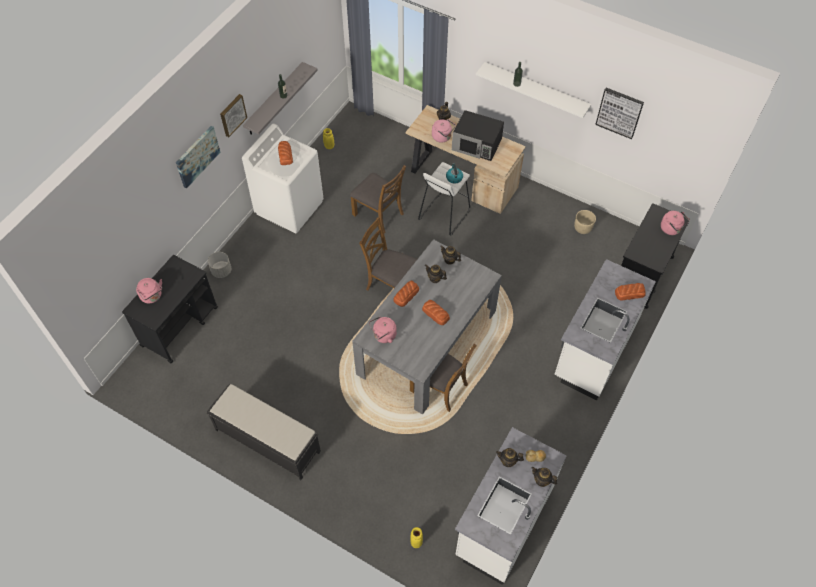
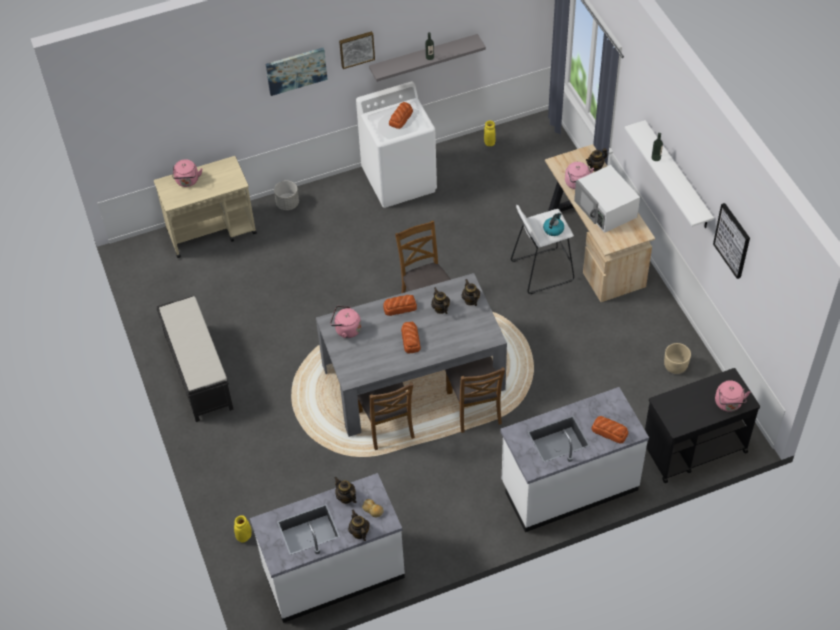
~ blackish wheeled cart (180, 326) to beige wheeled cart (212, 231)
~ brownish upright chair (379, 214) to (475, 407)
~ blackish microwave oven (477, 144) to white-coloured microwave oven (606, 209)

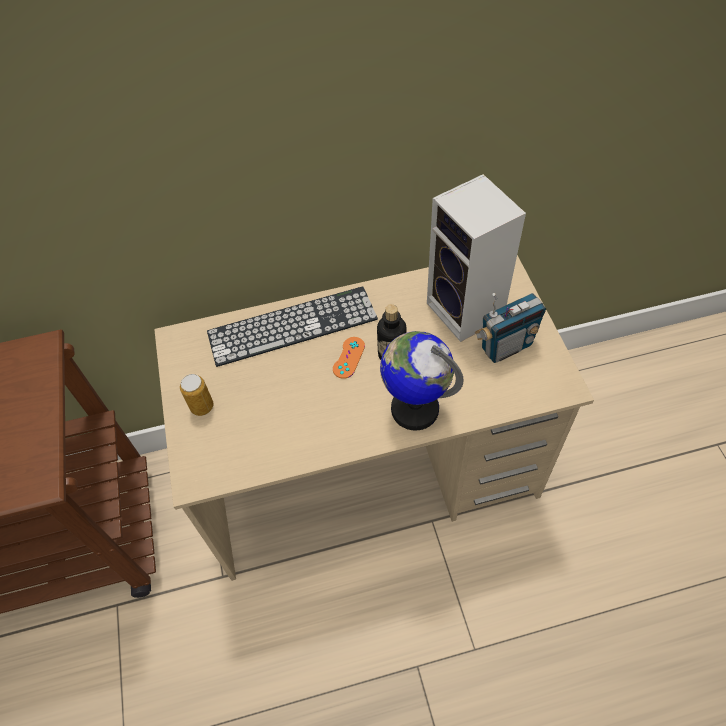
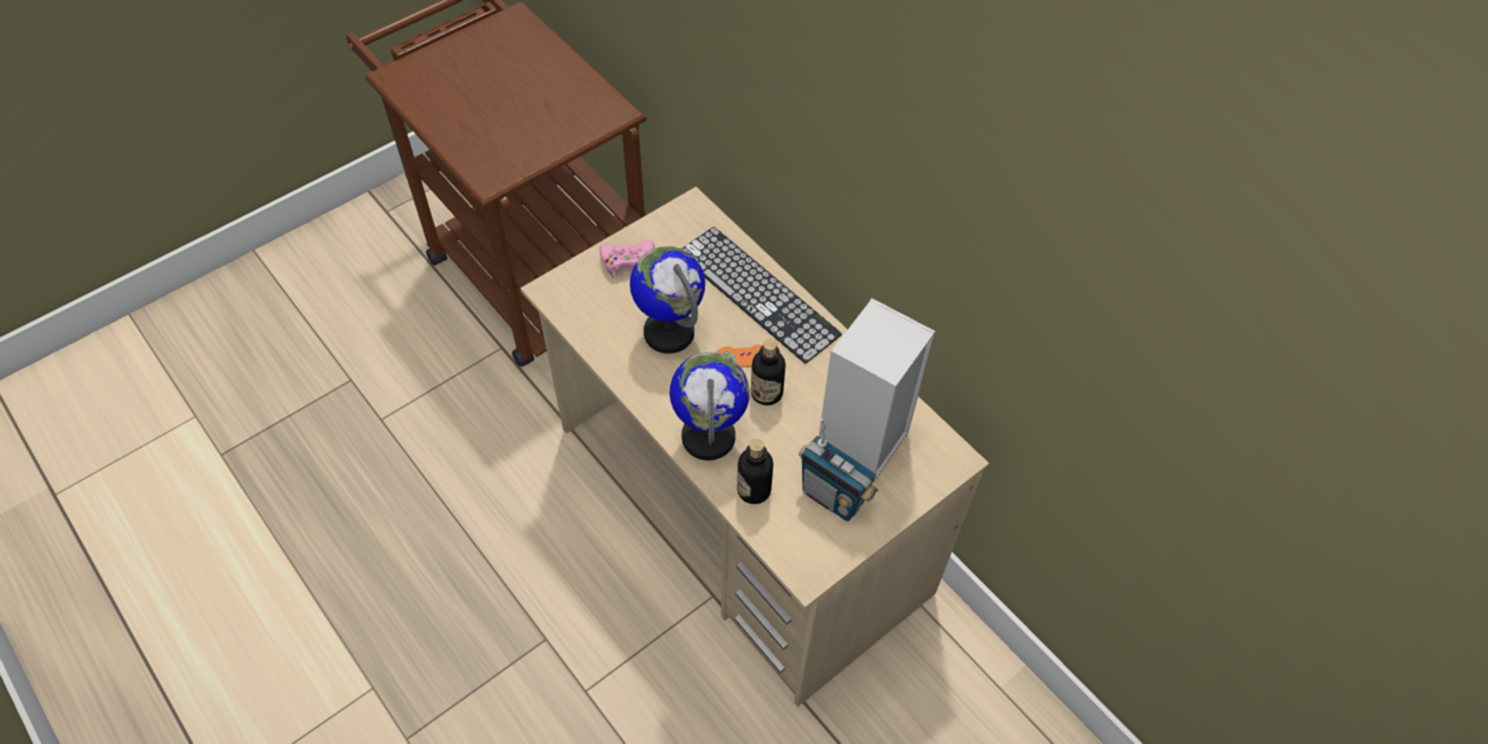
~ sealed can (202, 406) to pink game controller (628, 262)
+ globe (669, 332)
+ bottle (754, 490)

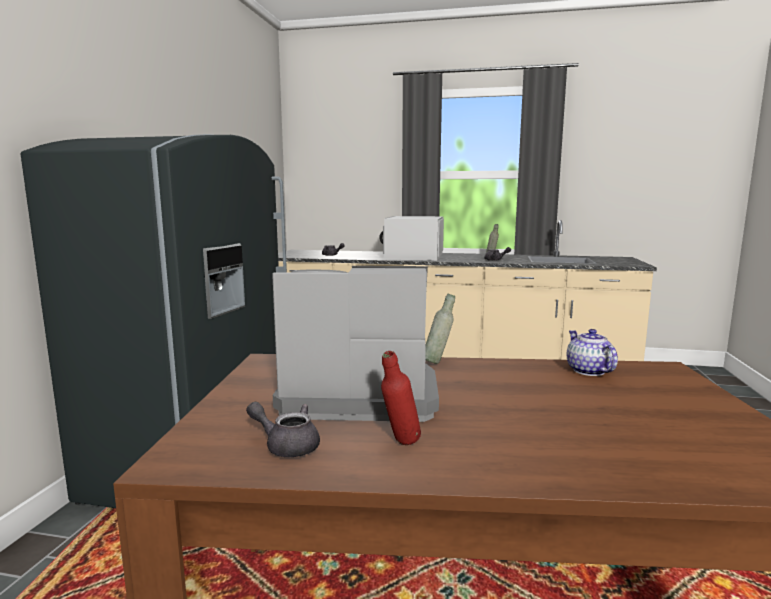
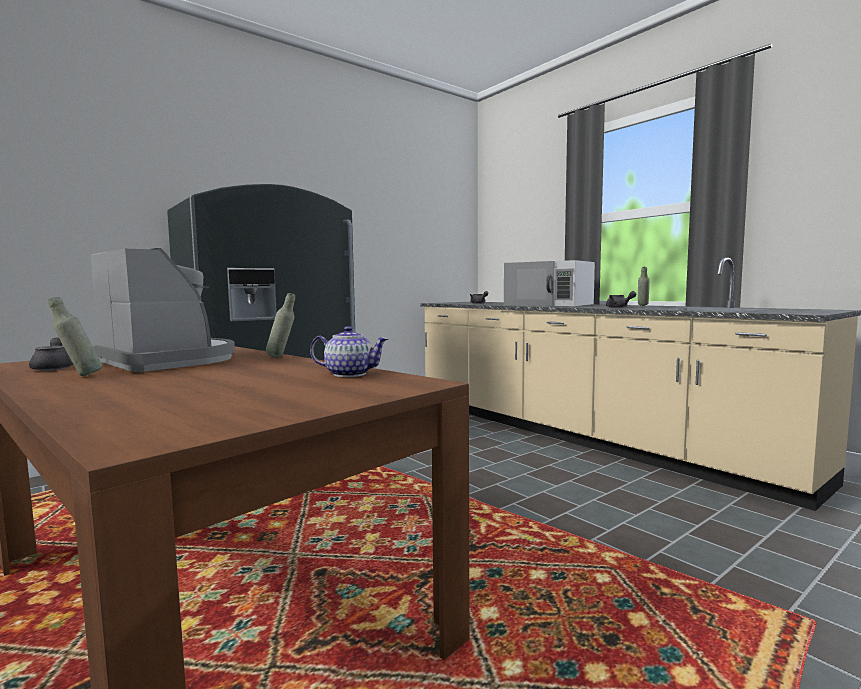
~ white-coloured microwave oven (413, 256) = (549, 304) 105 degrees counterclockwise
~ reddish bottle (400, 446) to grey bottle (79, 376)
~ teapot (588, 371) = (349, 374) 75 degrees clockwise

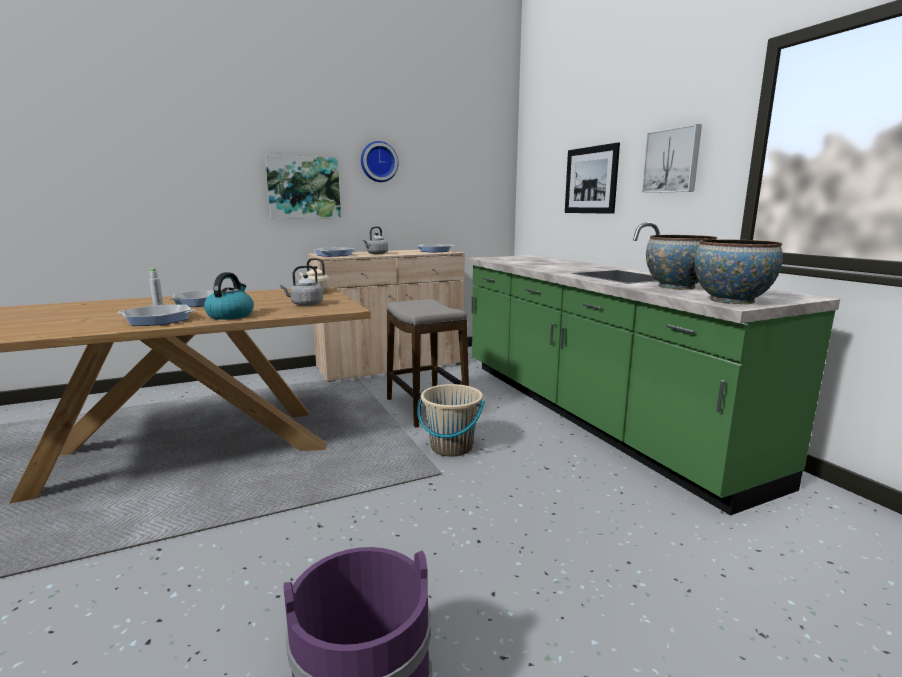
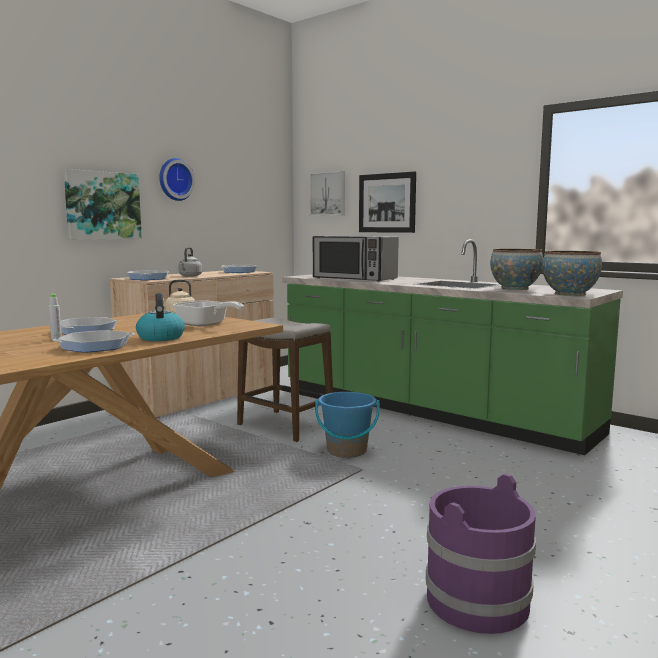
~ grey tea kettle (305, 304) to skillet (205, 325)
~ beige water bucket (451, 447) to blue water bucket (346, 450)
~ picture (672, 161) to (328, 194)
+ microwave oven (354, 278)

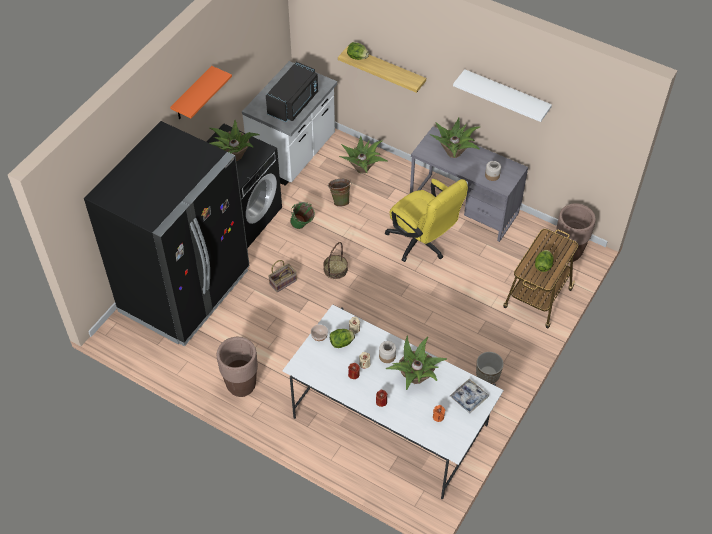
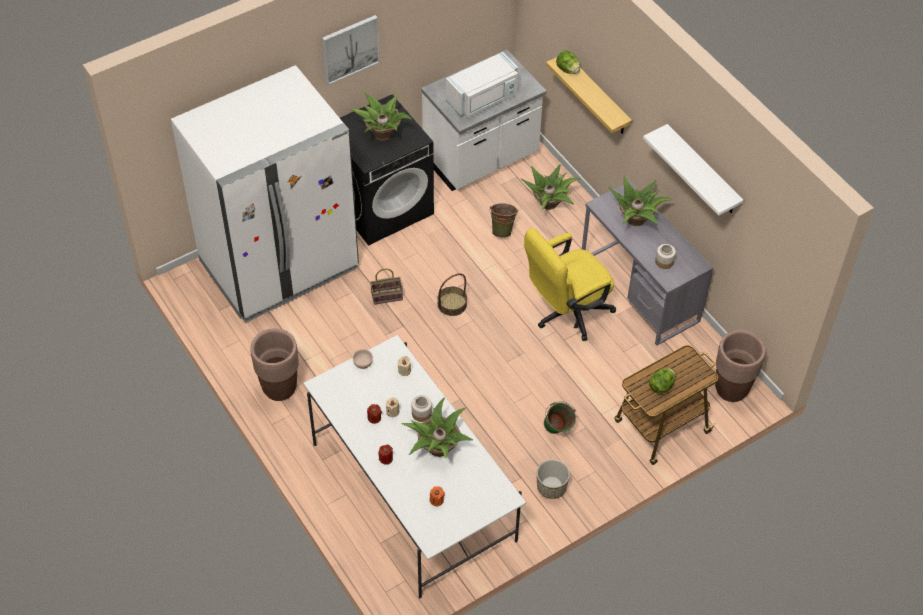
~ blackish fridge (185, 291) to white-coloured fridge (279, 266)
~ orange-coloured bracket shelf (192, 94) to picture (350, 49)
~ blackish microwave oven (294, 103) to white-coloured microwave oven (483, 99)
~ green water bucket (302, 226) to (557, 431)
- lettuce head (341, 343)
~ yellow-coloured desk chair (422, 243) = (566, 313) 75 degrees clockwise
- tray (469, 398)

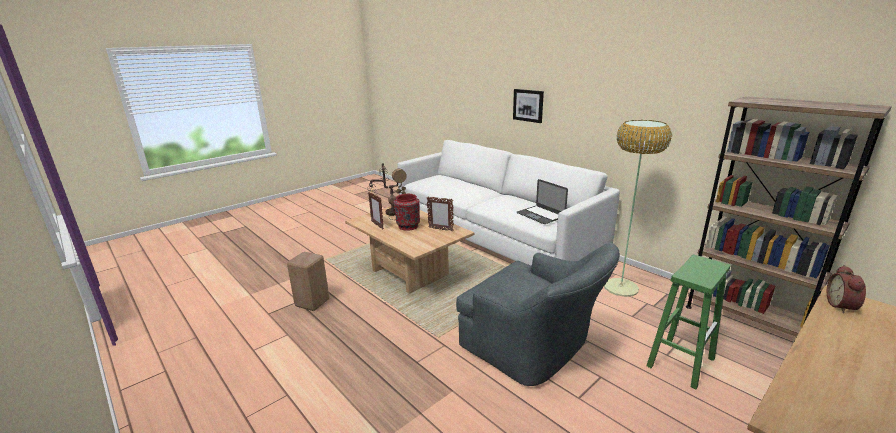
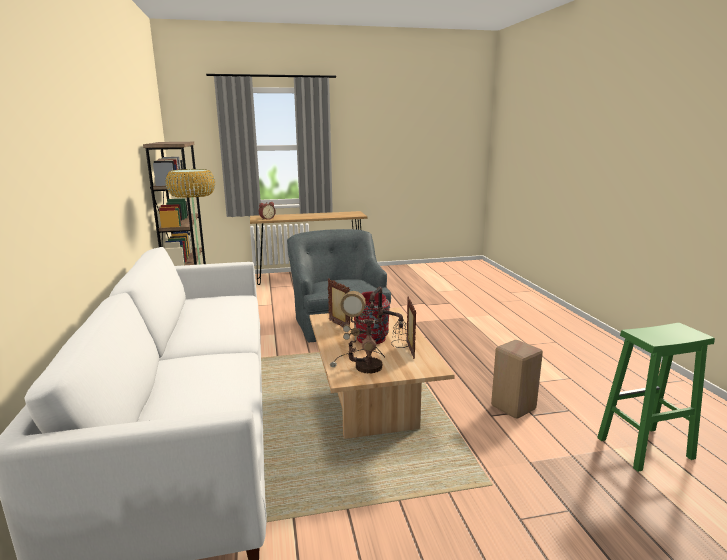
- picture (528, 105)
- portable computer (540, 215)
~ green stool (681, 361) to (643, 448)

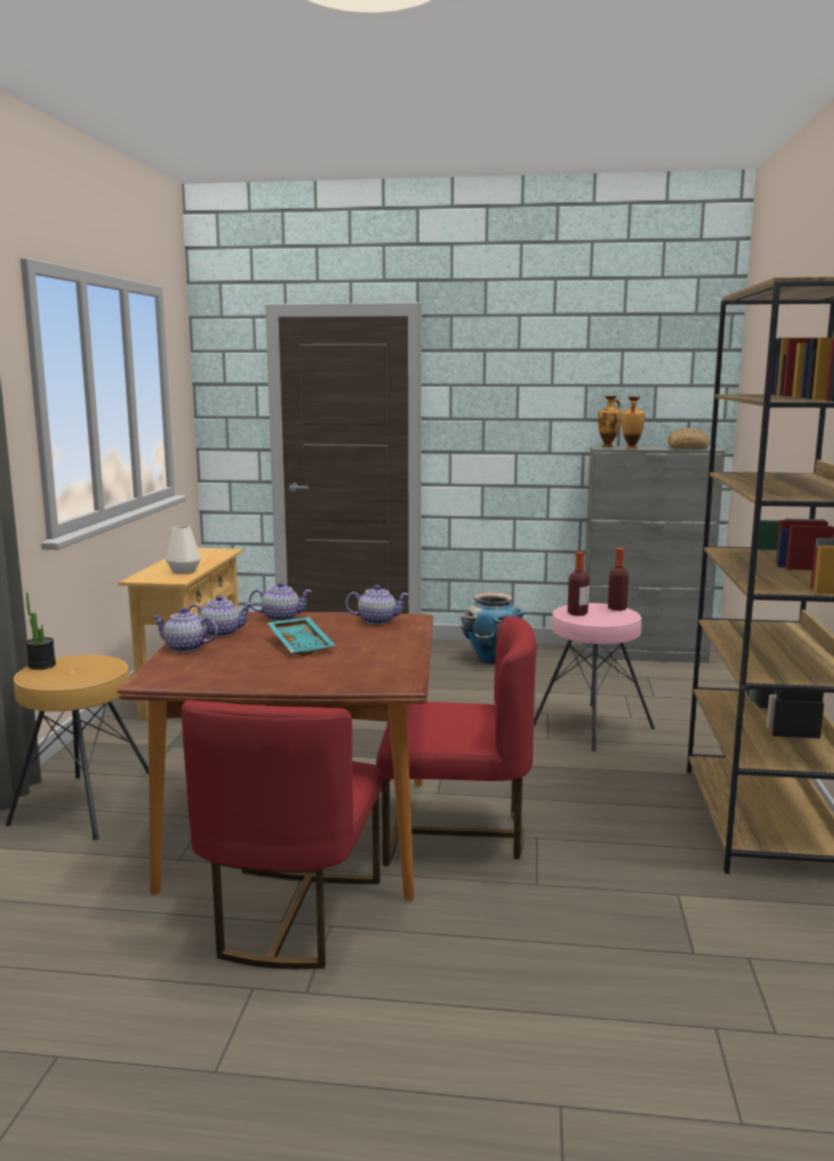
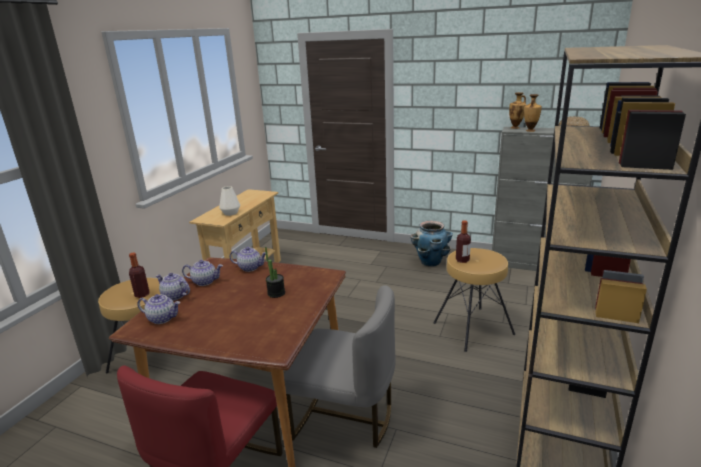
~ plant in a pot (42, 665) to (276, 293)
- turquoise tray (302, 645)
~ teapot (377, 621) to (162, 318)
~ reddish upright chair (454, 834) to grey upright chair (345, 417)
~ pink stool (591, 726) to brownish stool (472, 328)
~ bottle (617, 608) to (142, 294)

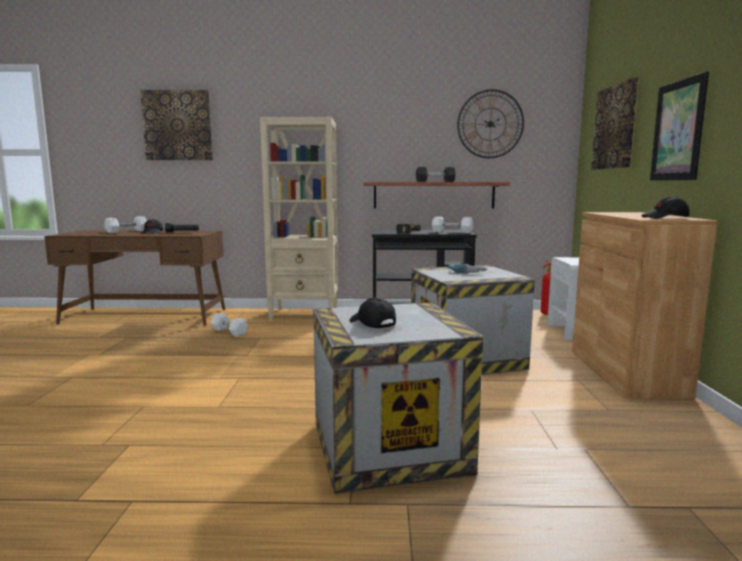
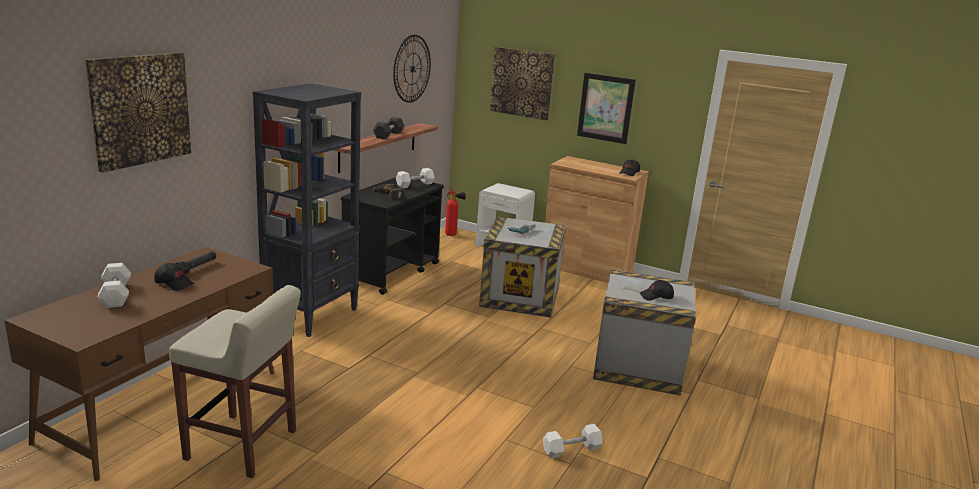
~ white-coloured free weight (229, 332) to (571, 450)
~ beige bookcase (305, 315) to blackish bookcase (312, 315)
+ beige stool (243, 446)

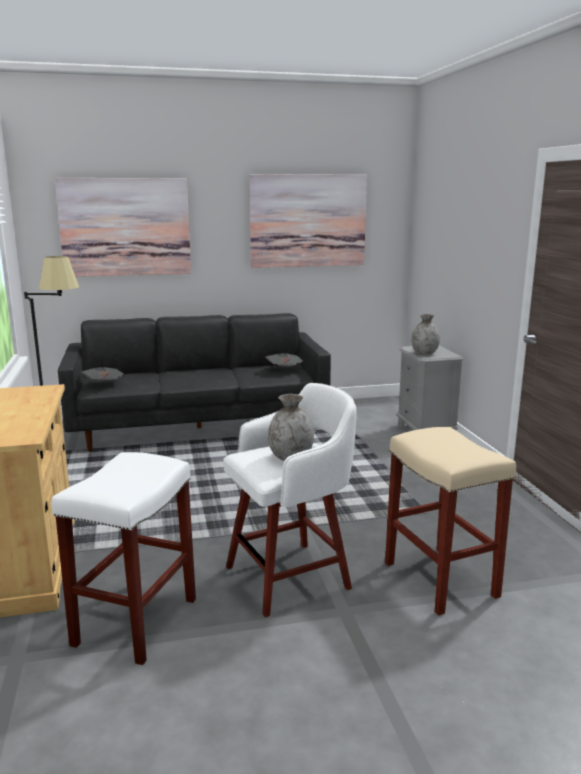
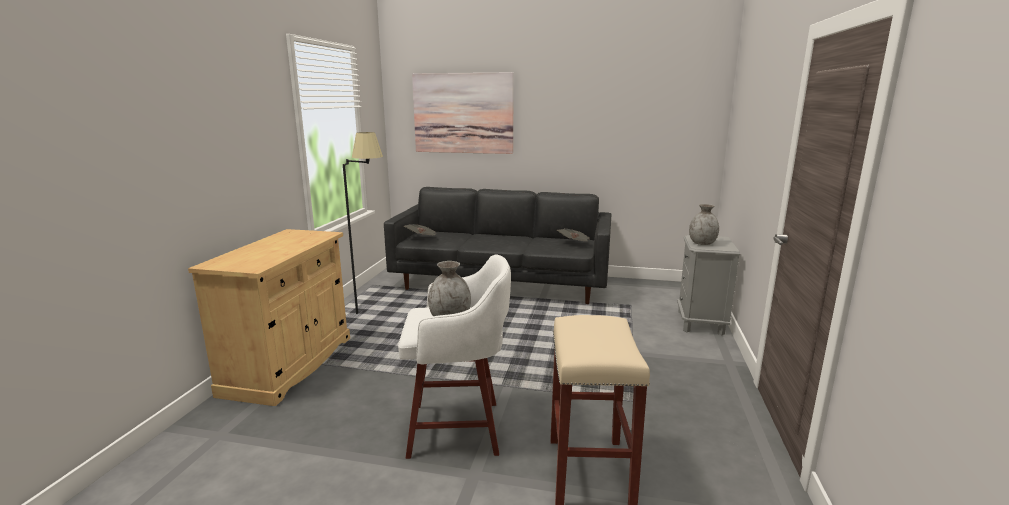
- white-coloured stool (136, 620)
- picture (308, 221)

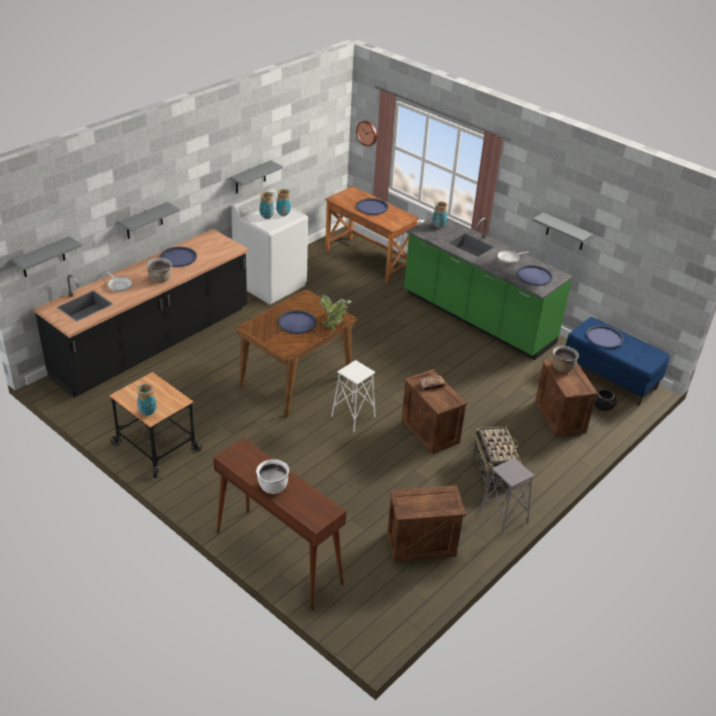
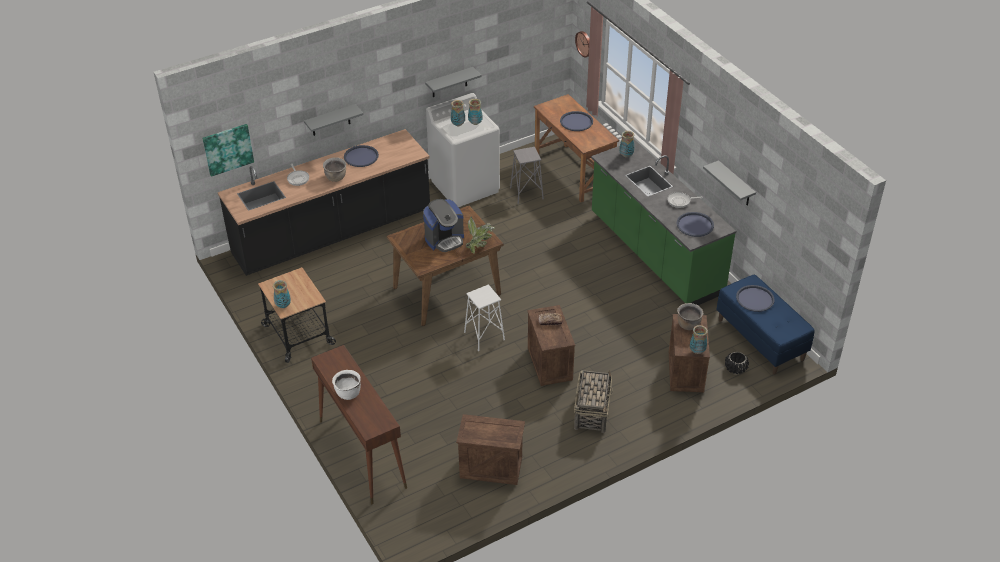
~ grey bracket shelf (43, 257) to picture (228, 149)
~ blue tray (297, 323) to coffee machine (444, 239)
~ grey stool (503, 517) to (526, 193)
+ decorative vase (697, 351)

